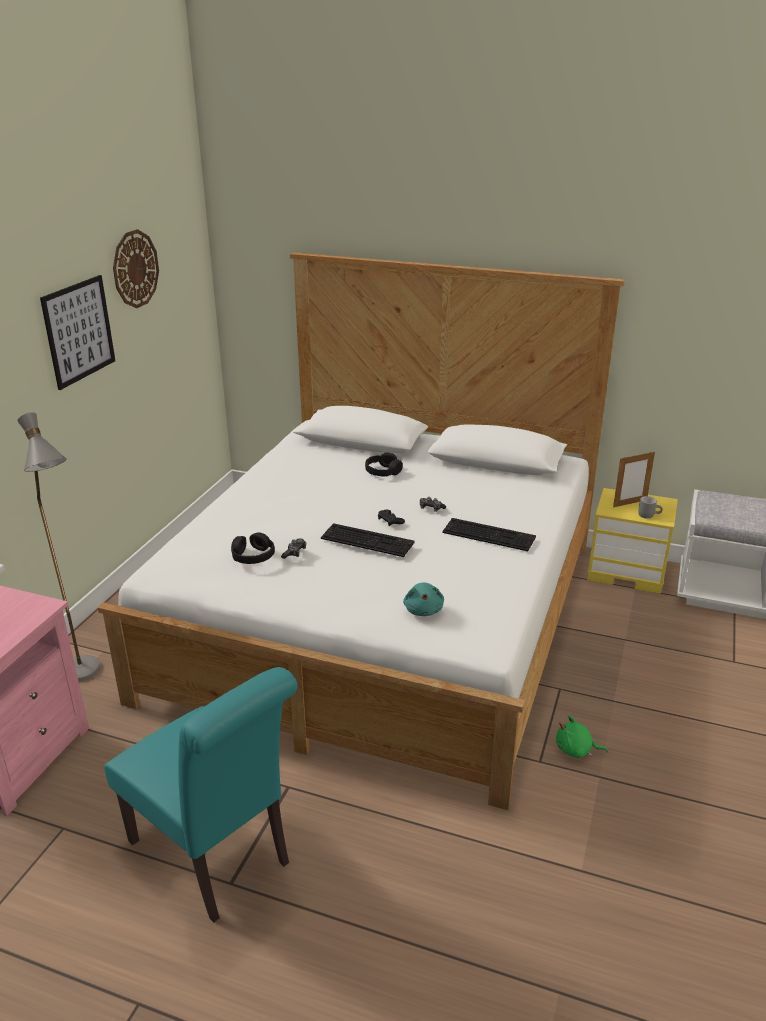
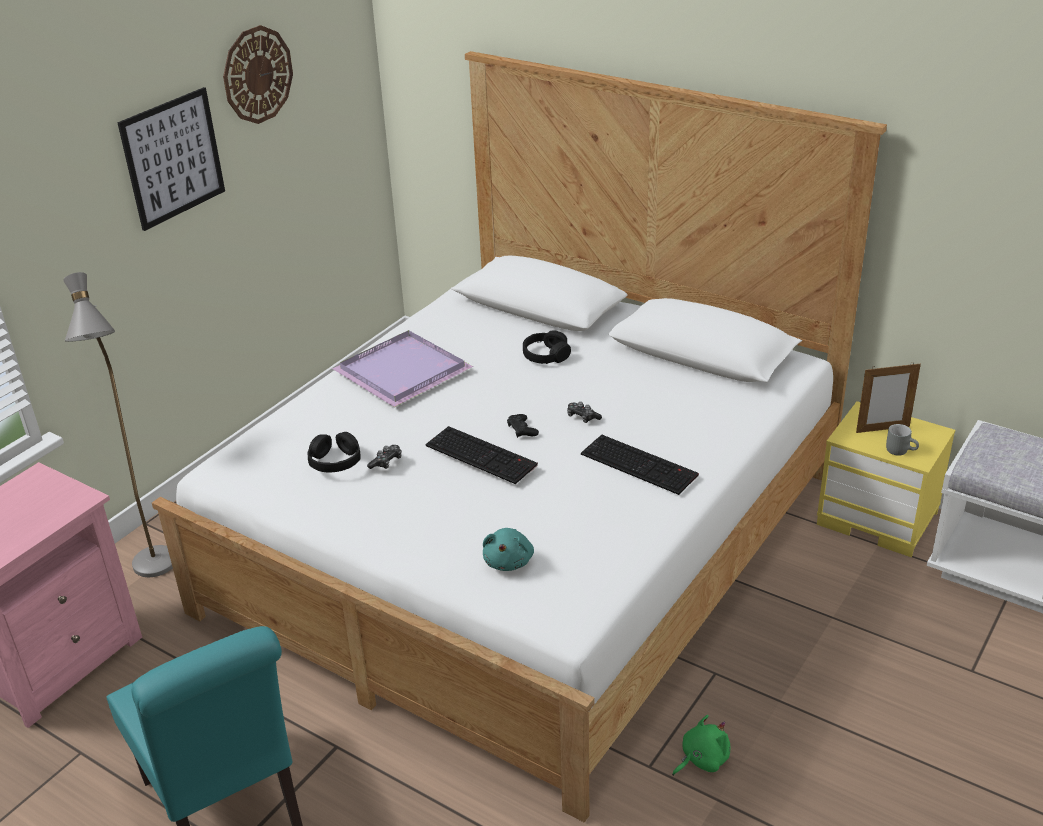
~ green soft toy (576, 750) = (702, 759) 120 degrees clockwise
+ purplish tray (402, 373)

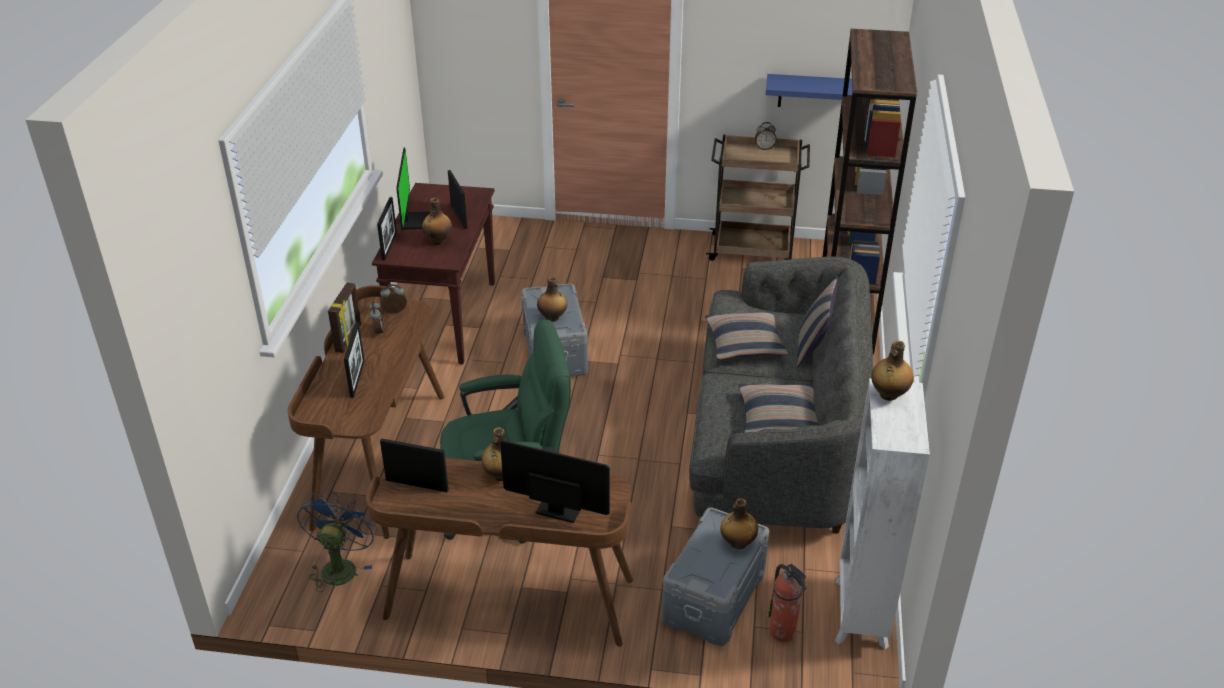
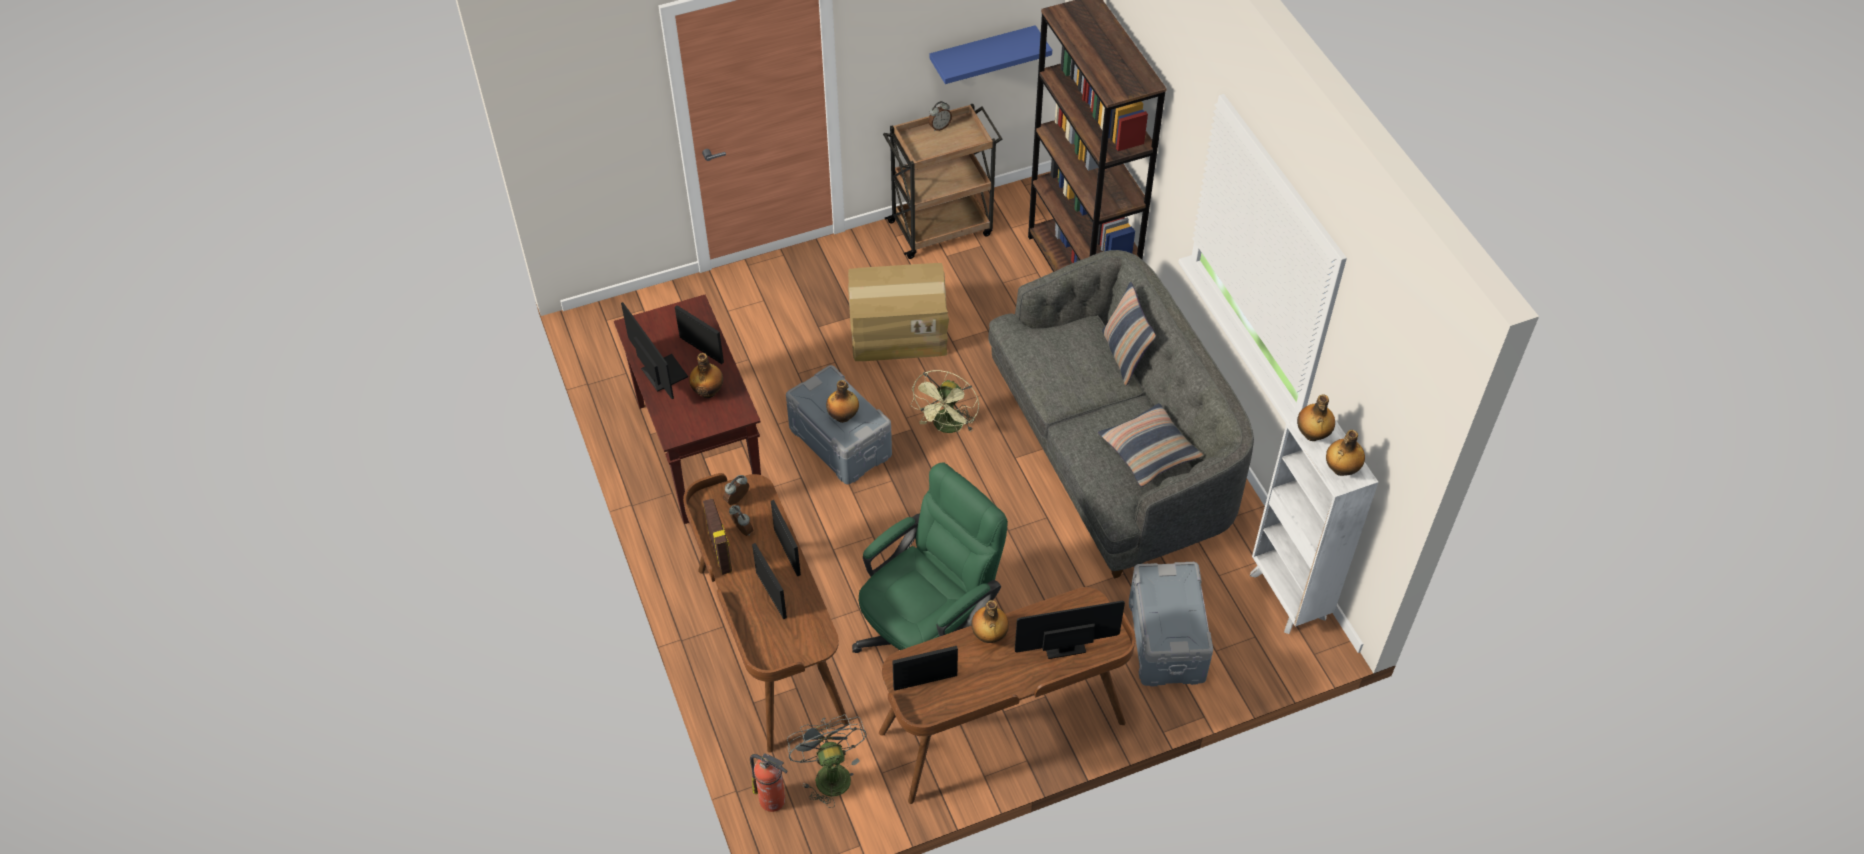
~ blue cooling fan (340, 566) to grey cooling fan (829, 773)
~ standing frame (389, 246) to (787, 552)
- throw pillow (744, 343)
~ bottle (737, 543) to (1341, 469)
~ fire-fighting cylinder (783, 632) to (773, 800)
+ packing box (898, 332)
+ green cooling fan (947, 427)

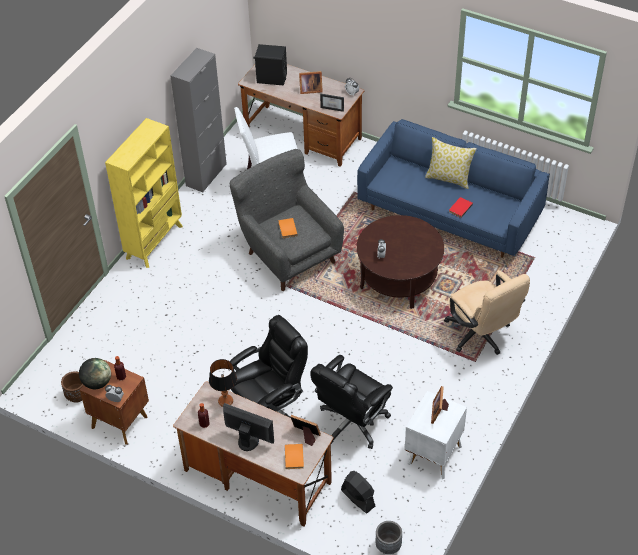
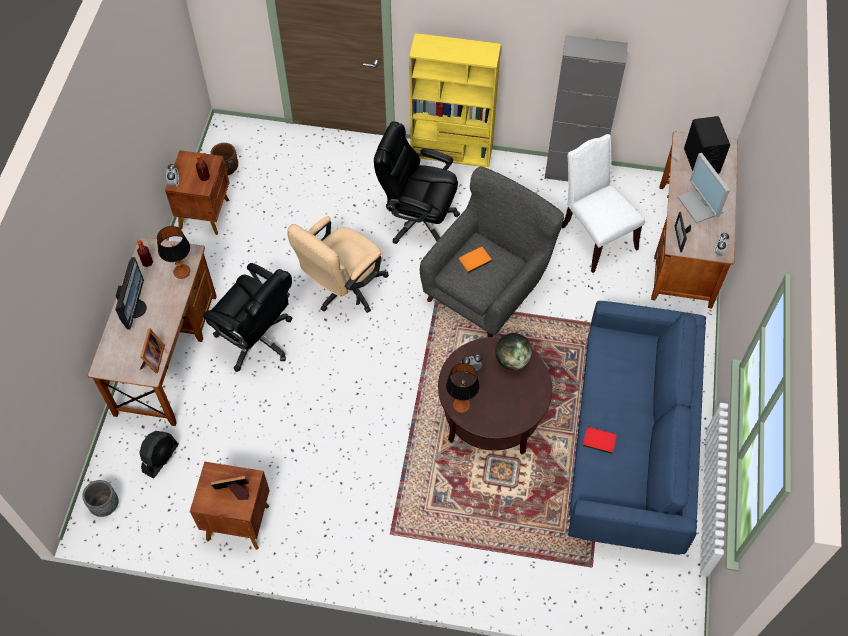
~ globe (97, 383) to (512, 360)
- orange-coloured book (295, 457)
~ standing frame (309, 90) to computer screen (701, 205)
~ blackish desk chair (352, 423) to (418, 219)
~ white-coloured nightstand (433, 455) to brownish nightstand (237, 521)
- throw pillow (449, 178)
~ beige desk chair (481, 336) to (343, 290)
+ table lamp (461, 405)

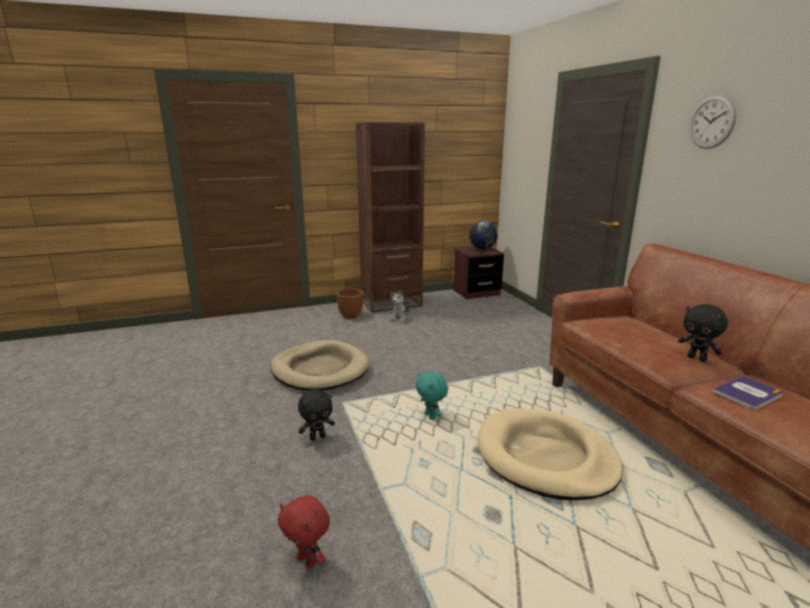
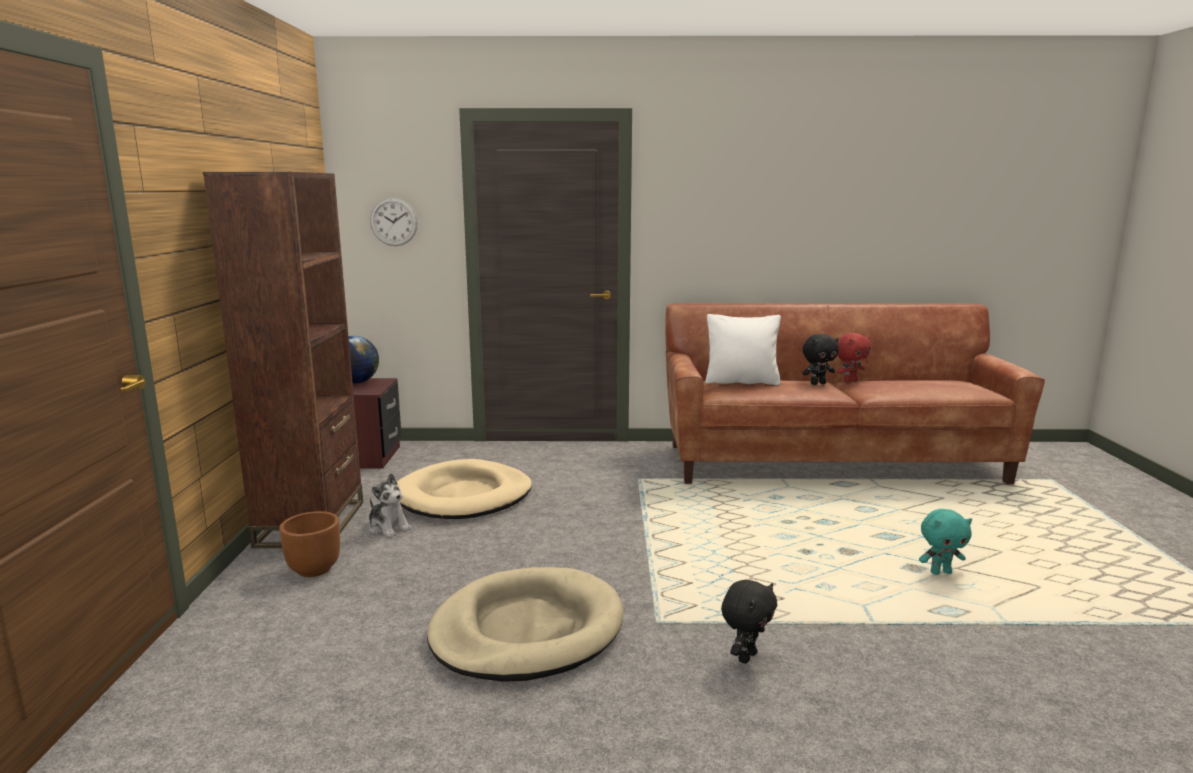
~ reddish soft toy (308, 560) to (850, 381)
~ blackish soft toy (317, 437) = (746, 656) 45 degrees clockwise
~ turquoise soft toy (431, 416) to (940, 573)
~ beige dog bed (545, 457) to (464, 496)
~ clock on the wall (711, 122) to (393, 222)
- book (747, 393)
+ white-coloured throw pillow (741, 382)

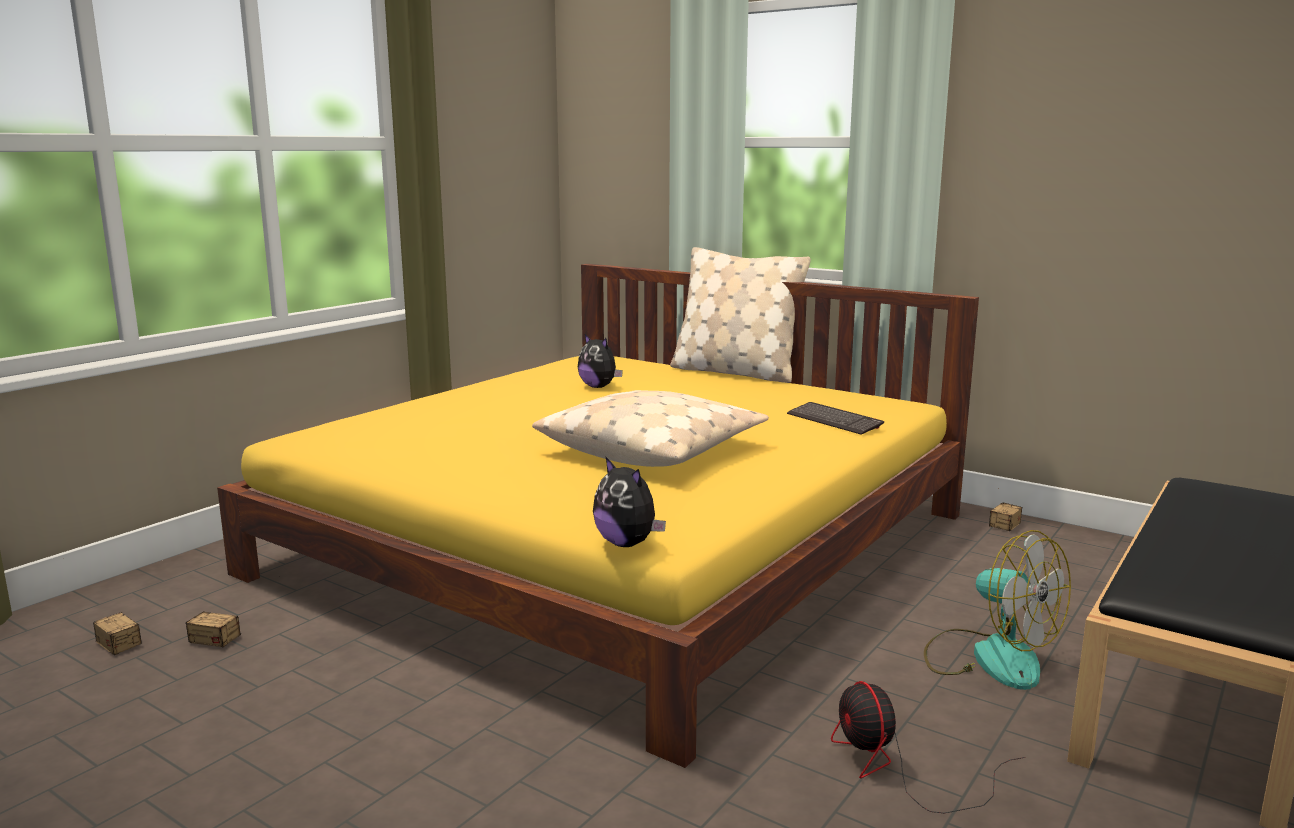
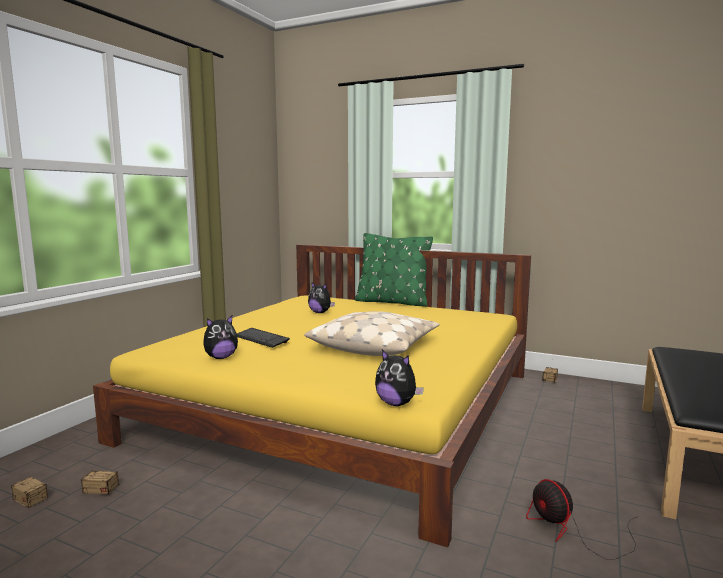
~ beige throw pillow (735, 372) to green throw pillow (392, 302)
~ PC keyboard (834, 420) to (261, 339)
- cooling fan (989, 657)
+ soft toy (221, 357)

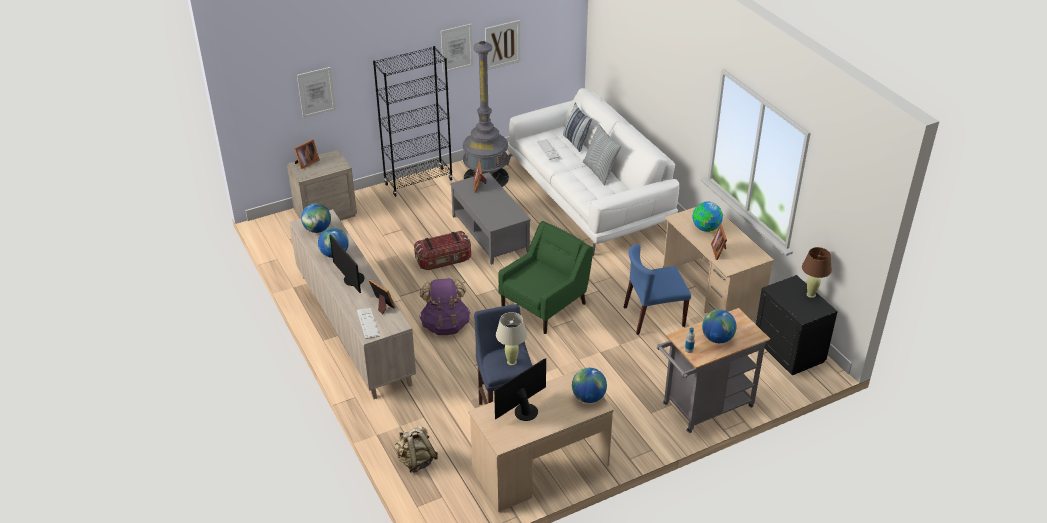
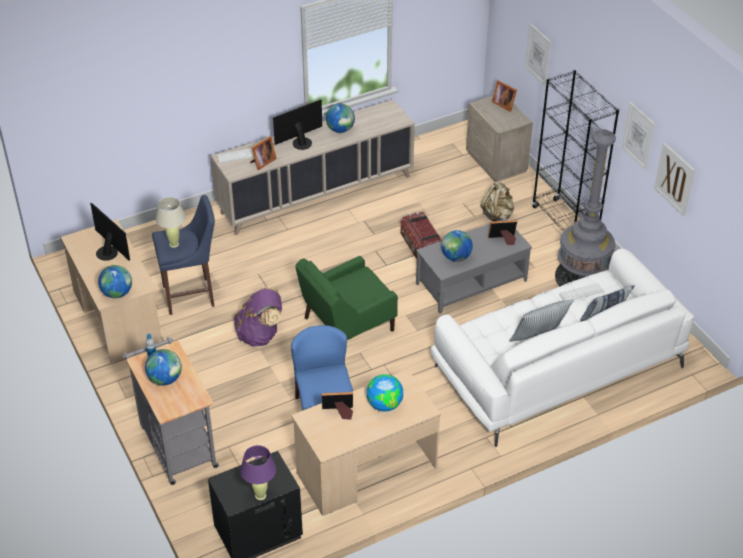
~ globe (317, 230) to (456, 257)
~ beige rucksack (416, 461) to (498, 215)
~ purplish rucksack (445, 325) to (260, 335)
~ green easy chair (545, 305) = (347, 325) 105 degrees clockwise
~ brownish table lamp (811, 294) to purplish table lamp (260, 495)

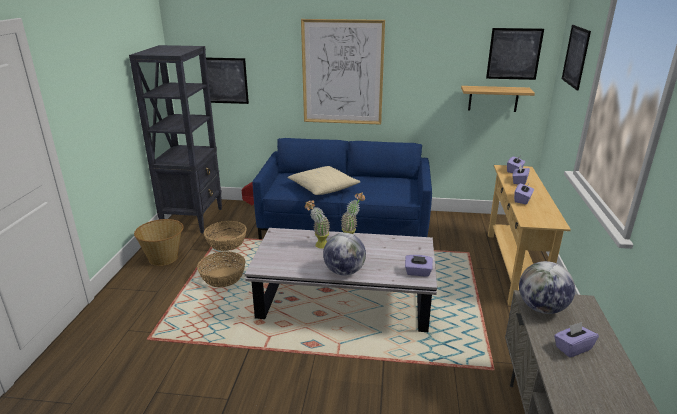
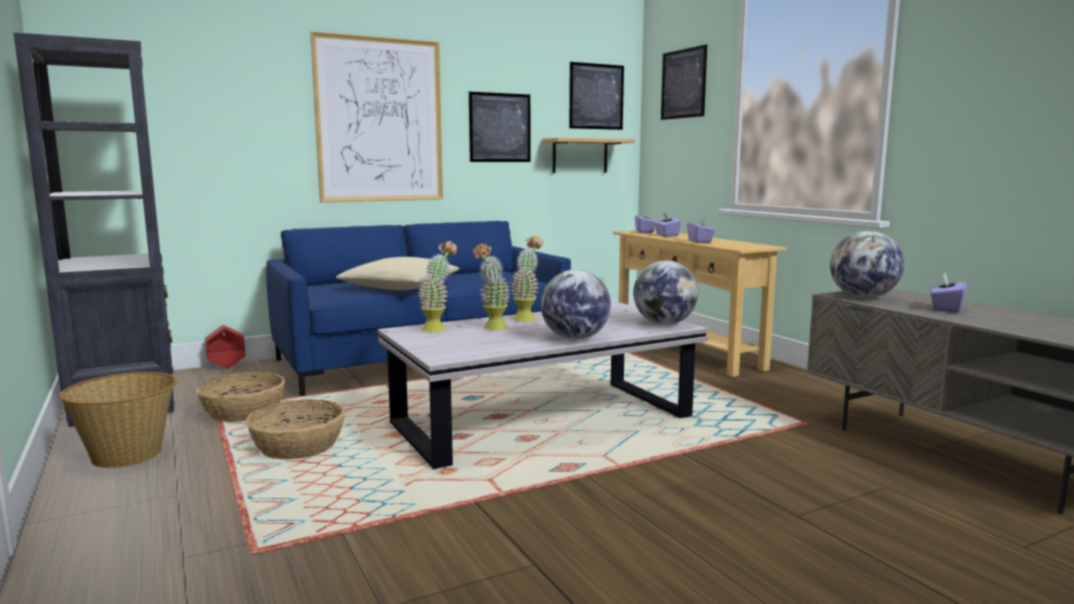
~ picture (225, 80) to (500, 127)
~ purplish box of tissues (418, 272) to globe (664, 323)
+ plant in a pot (438, 328)

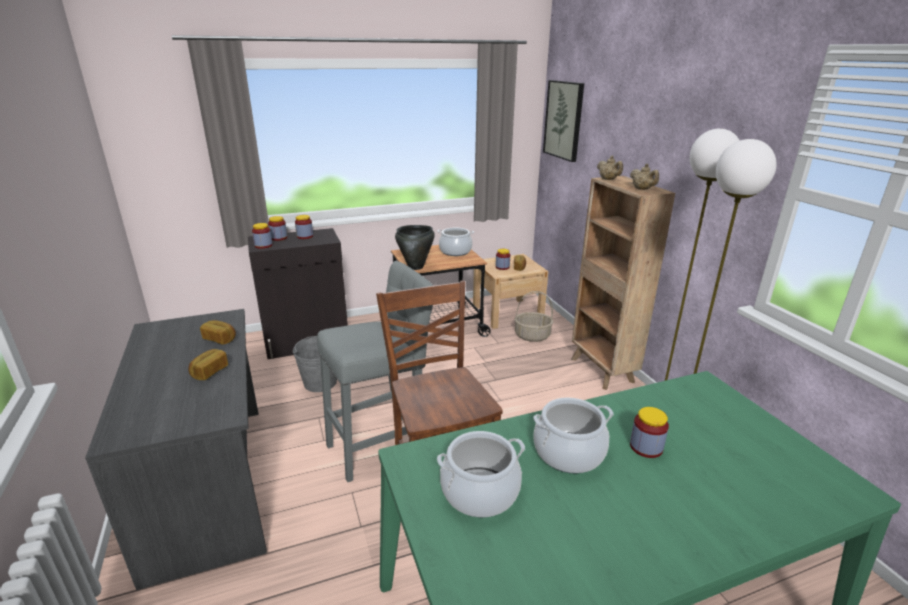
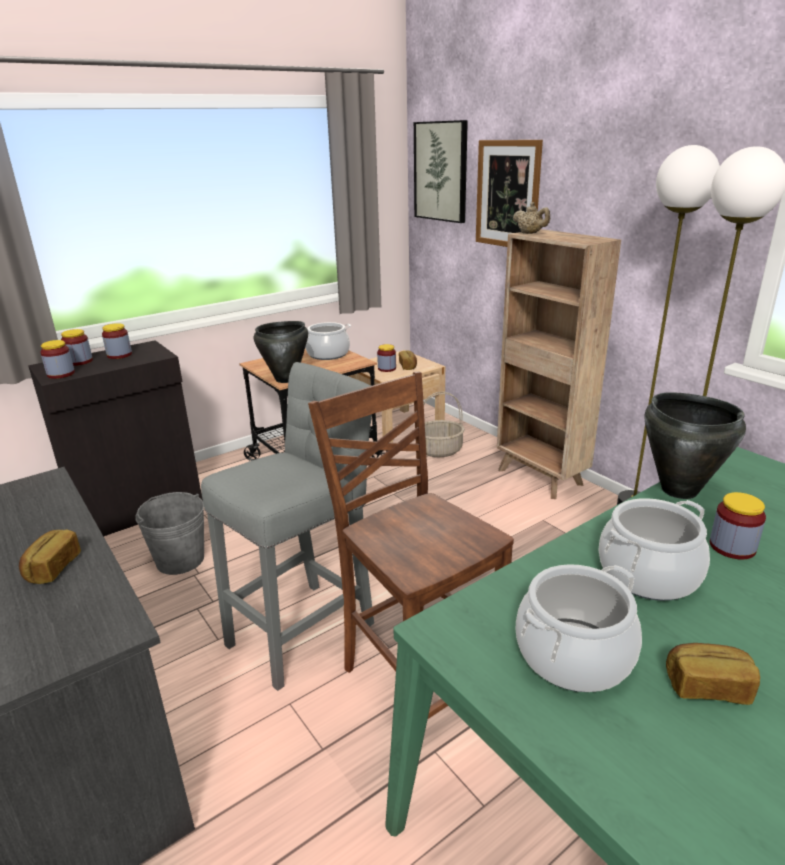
~ bakery bread (220, 339) to (707, 686)
- beige teapot (642, 189)
+ picture (507, 194)
+ blackish cooking pot (678, 489)

